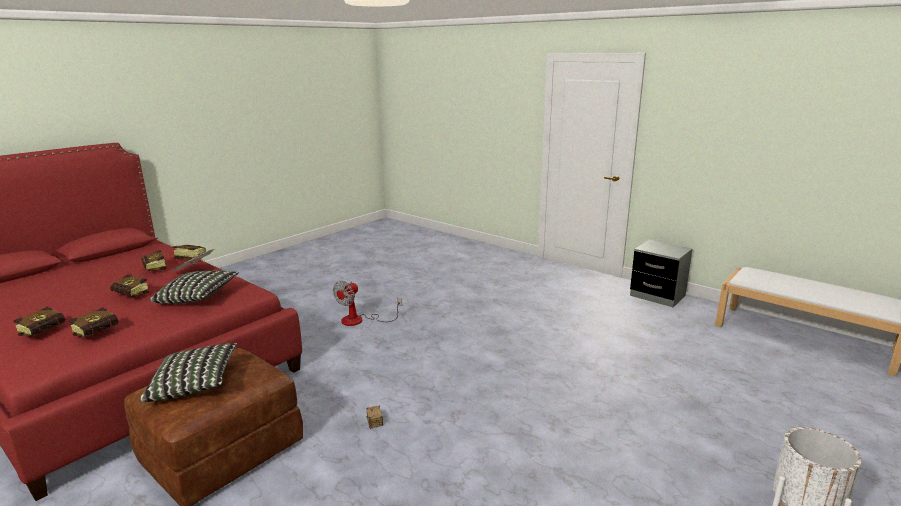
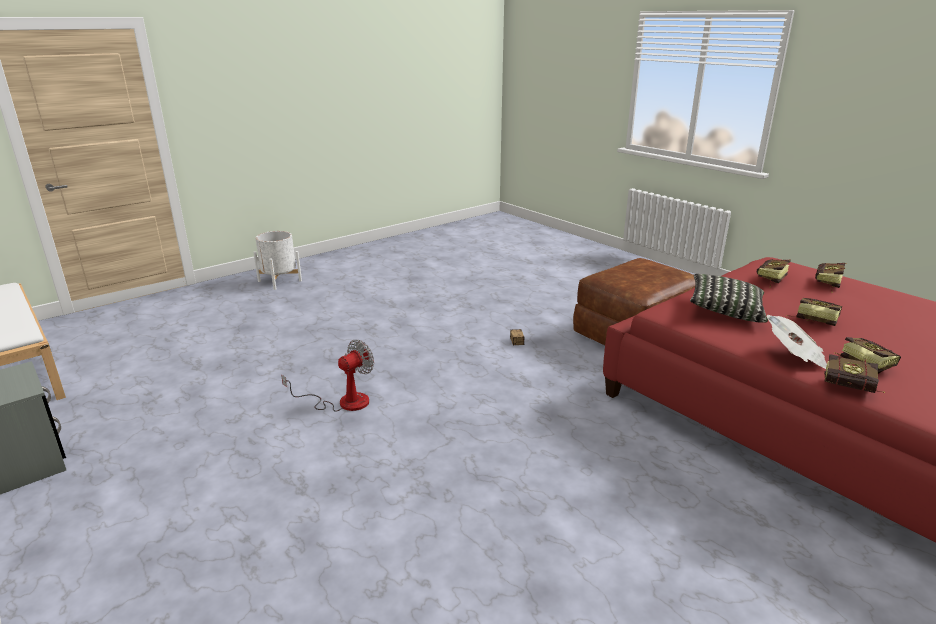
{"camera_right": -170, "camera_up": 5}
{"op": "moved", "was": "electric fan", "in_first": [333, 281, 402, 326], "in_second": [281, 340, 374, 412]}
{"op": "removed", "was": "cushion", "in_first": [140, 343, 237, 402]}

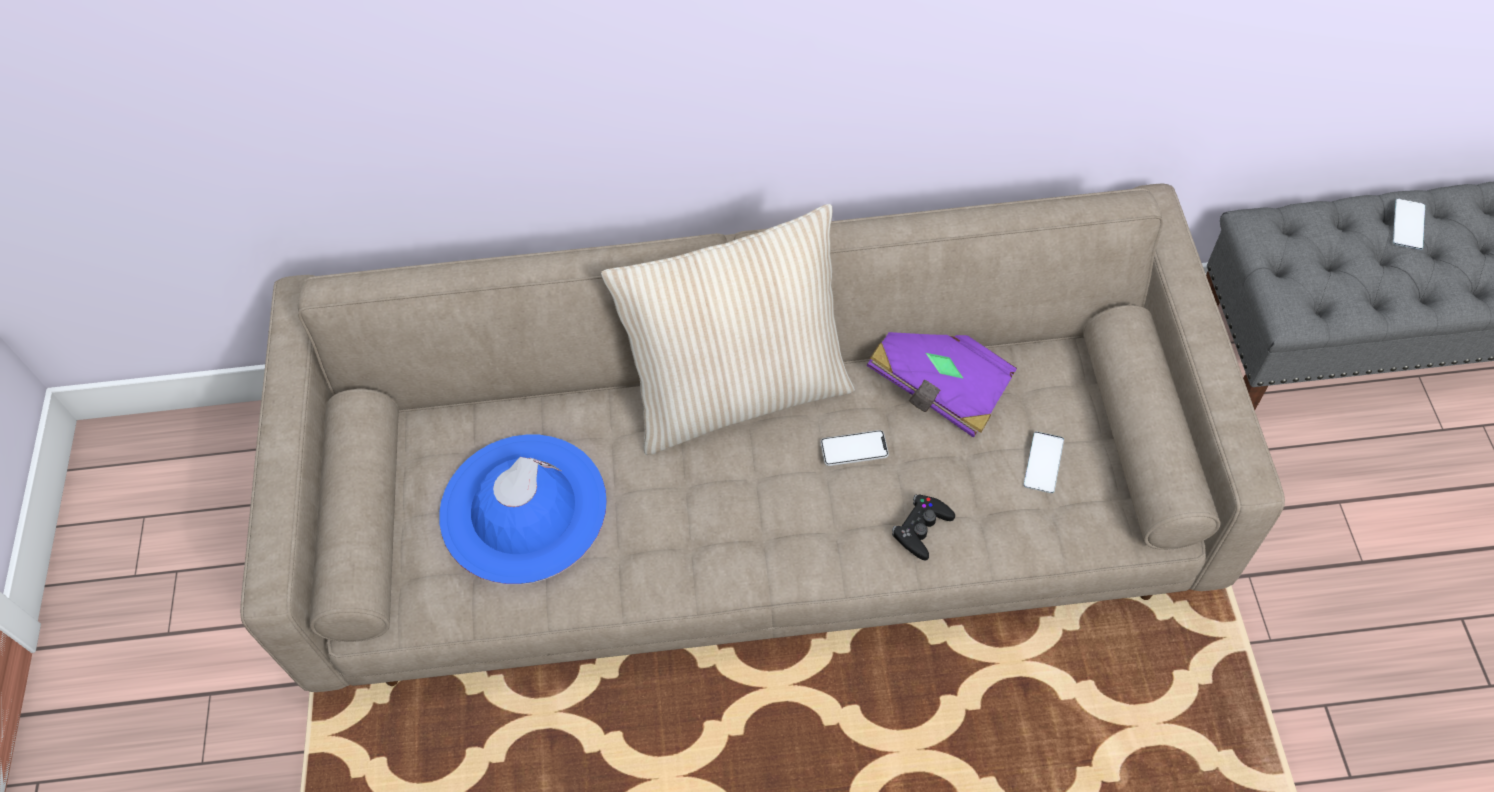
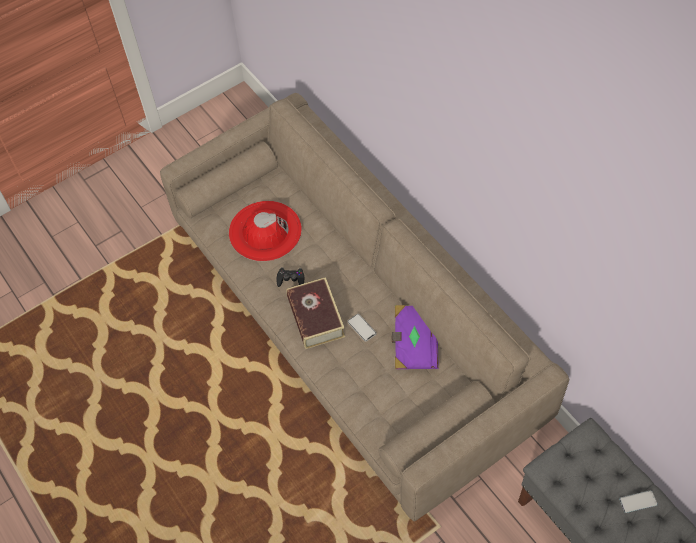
{"camera_right": 60, "camera_up": 0}
{"op": "removed", "was": "beige-coloured cushion", "in_first": [601, 204, 855, 455]}
{"op": "removed", "was": "telephone", "in_first": [1024, 432, 1064, 493]}
{"op": "recoloured", "was": "blue-coloured hat", "now": "red hat", "in_first": [439, 435, 607, 585], "in_second": [229, 201, 302, 261]}
{"op": "moved", "was": "black-coloured game controller", "in_first": [892, 495, 955, 560], "in_second": [277, 267, 304, 287]}
{"op": "added", "now": "book", "in_second": [286, 277, 345, 349]}

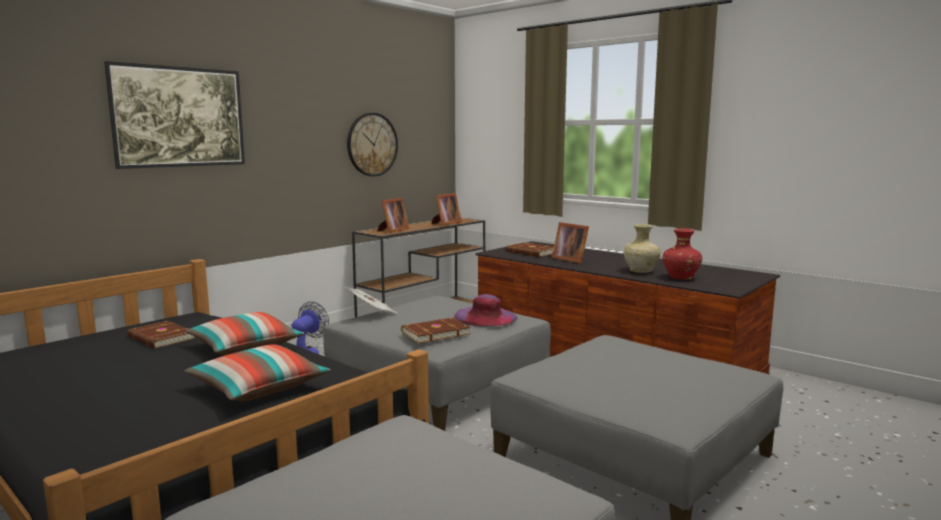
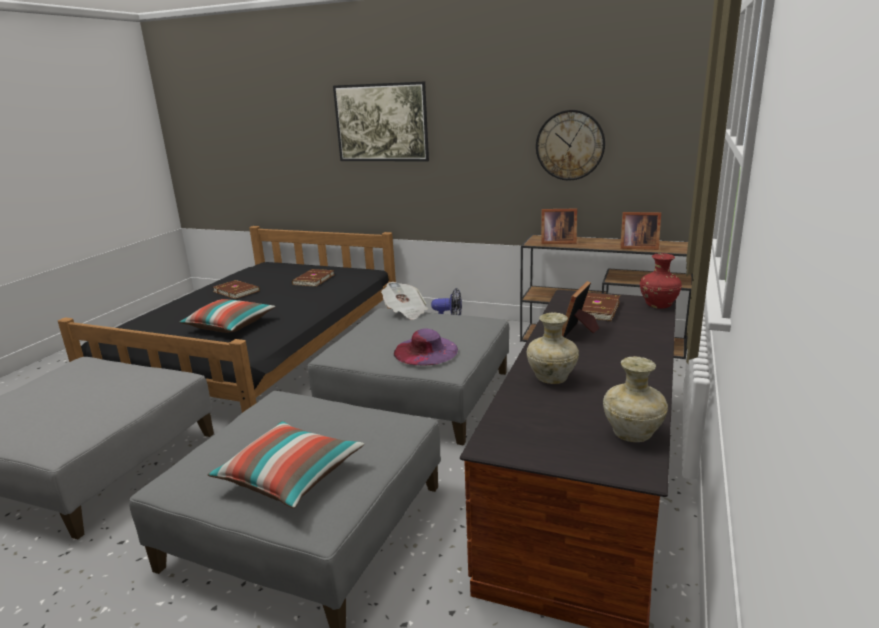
{"camera_right": 70, "camera_up": 10}
{"op": "moved", "was": "red flower vase", "in_first": [663, 228, 702, 280], "in_second": [640, 253, 682, 309]}
{"op": "moved", "was": "cushion", "in_first": [185, 312, 304, 355], "in_second": [207, 421, 364, 508]}
{"op": "moved", "was": "brown-coloured book", "in_first": [401, 318, 471, 343], "in_second": [213, 280, 260, 299]}
{"op": "added", "now": "beige-coloured flower vase", "in_second": [603, 356, 668, 442]}

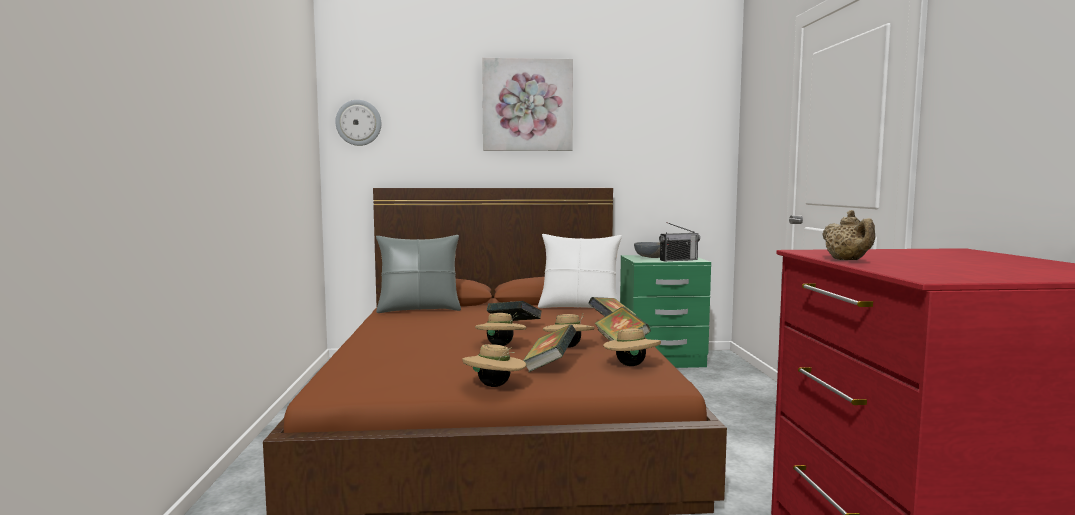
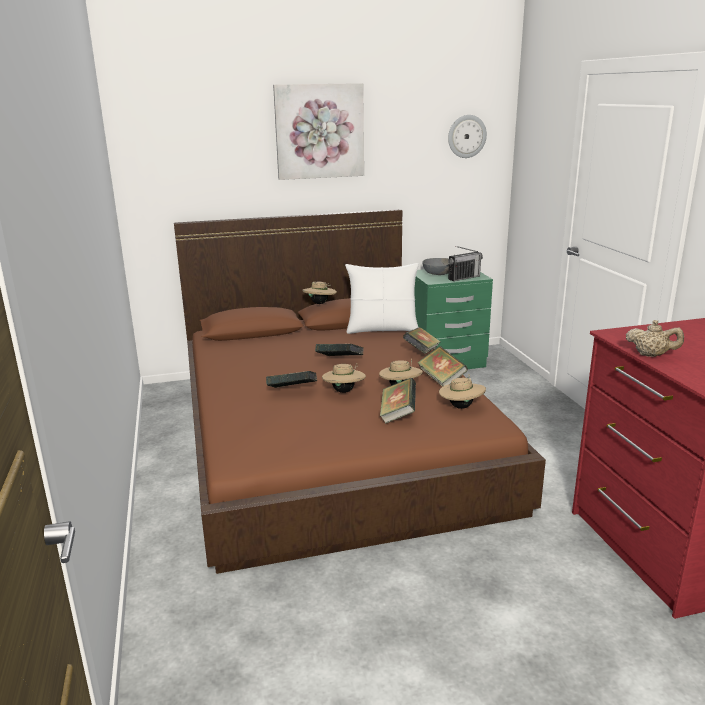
{"camera_right": -10, "camera_up": 15}
{"op": "moved", "was": "wall clock", "in_first": [335, 100, 381, 146], "in_second": [448, 115, 487, 158]}
{"op": "turned", "was": "beige-coloured teapot", "in_first": [822, 210, 875, 260], "in_second": [626, 320, 684, 357], "clockwise": -45}
{"op": "removed", "was": "gray cushion", "in_first": [376, 235, 461, 313]}
{"op": "moved", "was": "beige-coloured hat", "in_first": [462, 344, 526, 387], "in_second": [302, 282, 337, 304]}
{"op": "added", "now": "book", "in_second": [266, 371, 317, 388]}

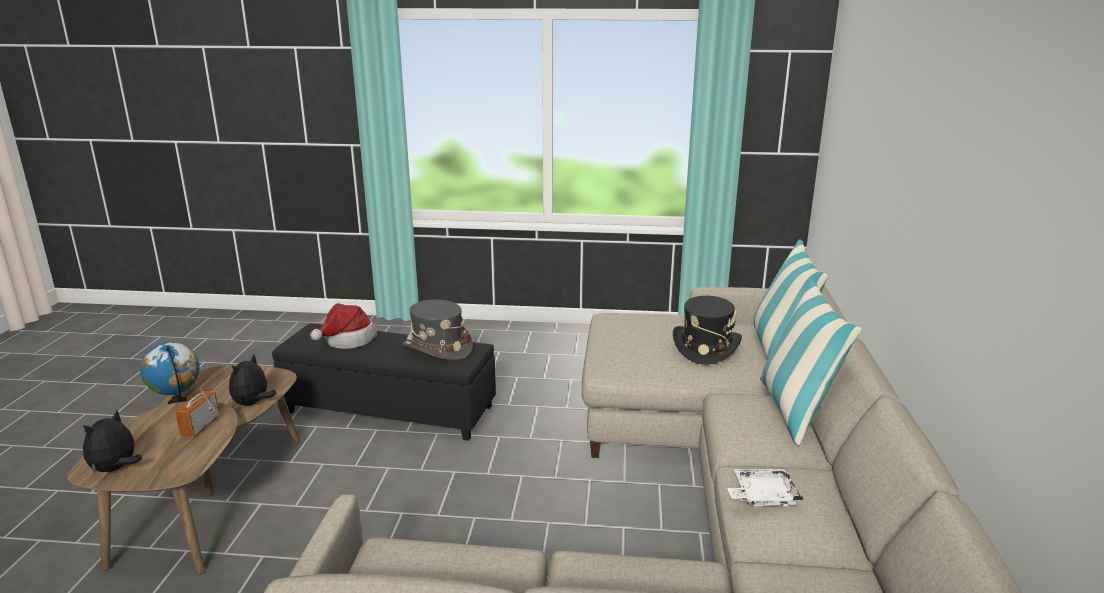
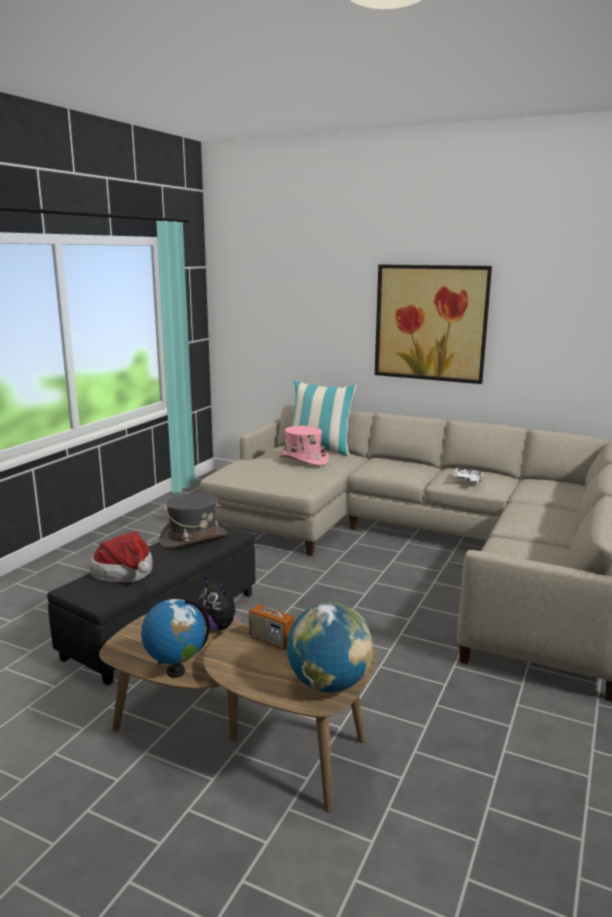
{"camera_right": -70, "camera_up": -5}
{"op": "removed", "was": "cushion", "in_first": [760, 280, 862, 445]}
{"op": "recoloured", "was": "black-coloured hat", "now": "pink hat", "in_first": [673, 296, 742, 364], "in_second": [278, 426, 329, 466]}
{"op": "replaced", "was": "plush toy", "now": "world globe", "in_first": [83, 410, 142, 474], "in_second": [287, 603, 373, 692]}
{"op": "added", "now": "picture", "in_second": [375, 264, 492, 384]}

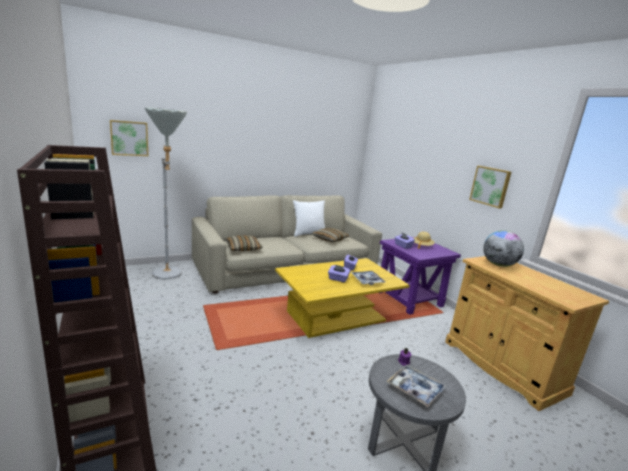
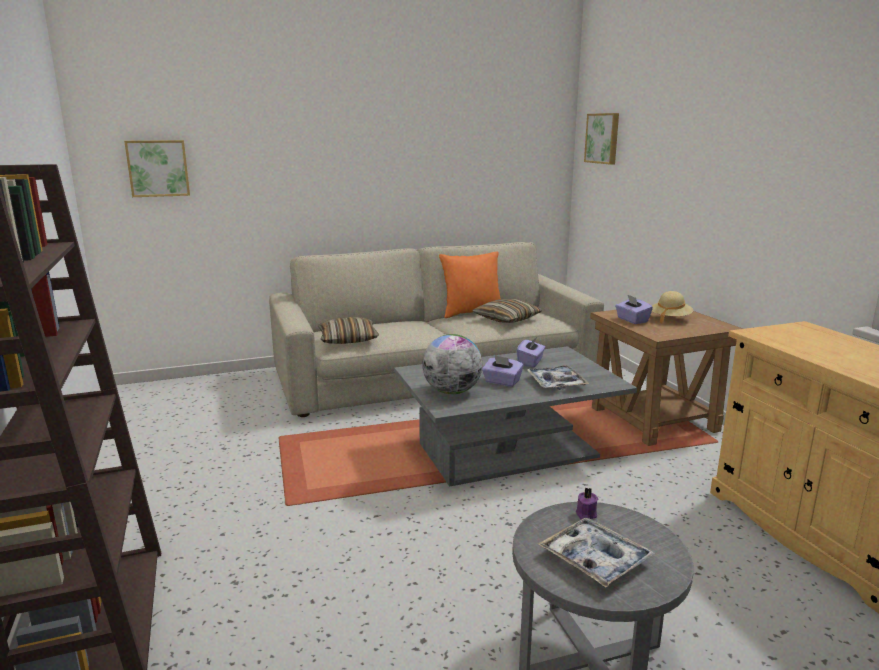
{"camera_right": 10, "camera_up": 0}
{"op": "removed", "was": "gray standing lamp", "in_first": [144, 107, 187, 279]}
{"op": "moved", "was": "picture", "in_first": [469, 166, 511, 208], "in_second": [584, 113, 619, 165]}
{"op": "recoloured", "was": "white-coloured cushion", "now": "orangey cushion", "in_first": [293, 200, 325, 237], "in_second": [439, 251, 501, 318]}
{"op": "moved", "was": "world globe", "in_first": [483, 231, 524, 267], "in_second": [422, 334, 482, 394]}
{"op": "recoloured", "was": "purplish accent table", "now": "brown-coloured accent table", "in_first": [380, 237, 461, 315], "in_second": [590, 305, 743, 446]}
{"op": "recoloured", "was": "yellowish low table", "now": "gray low table", "in_first": [275, 258, 410, 338], "in_second": [394, 346, 637, 487]}

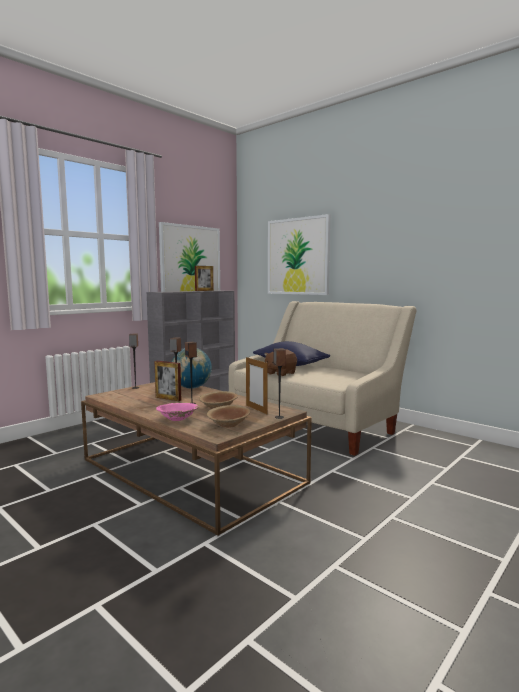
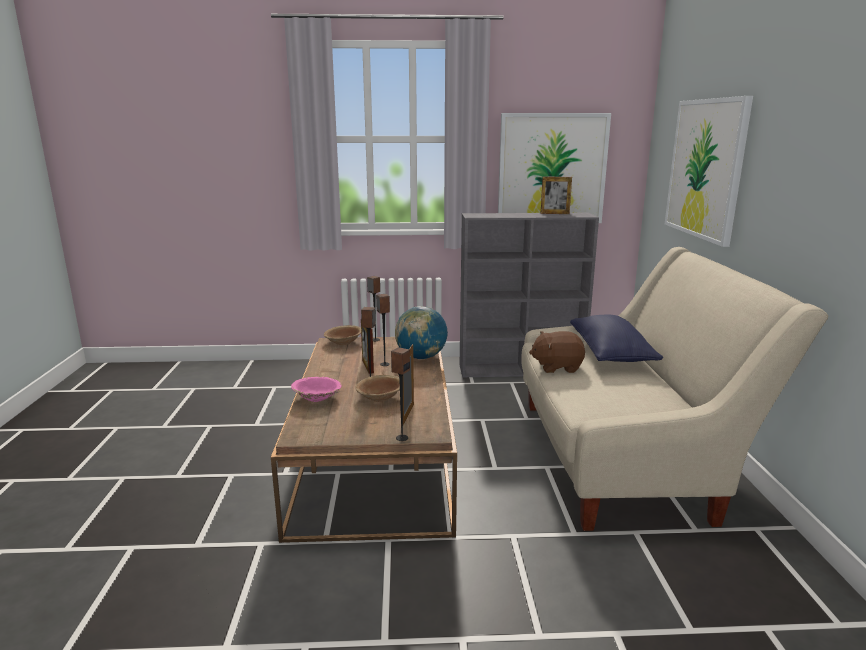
{"camera_right": 45, "camera_up": 10}
{"op": "moved", "was": "brown-coloured bowl", "in_first": [207, 405, 251, 428], "in_second": [324, 325, 361, 345]}

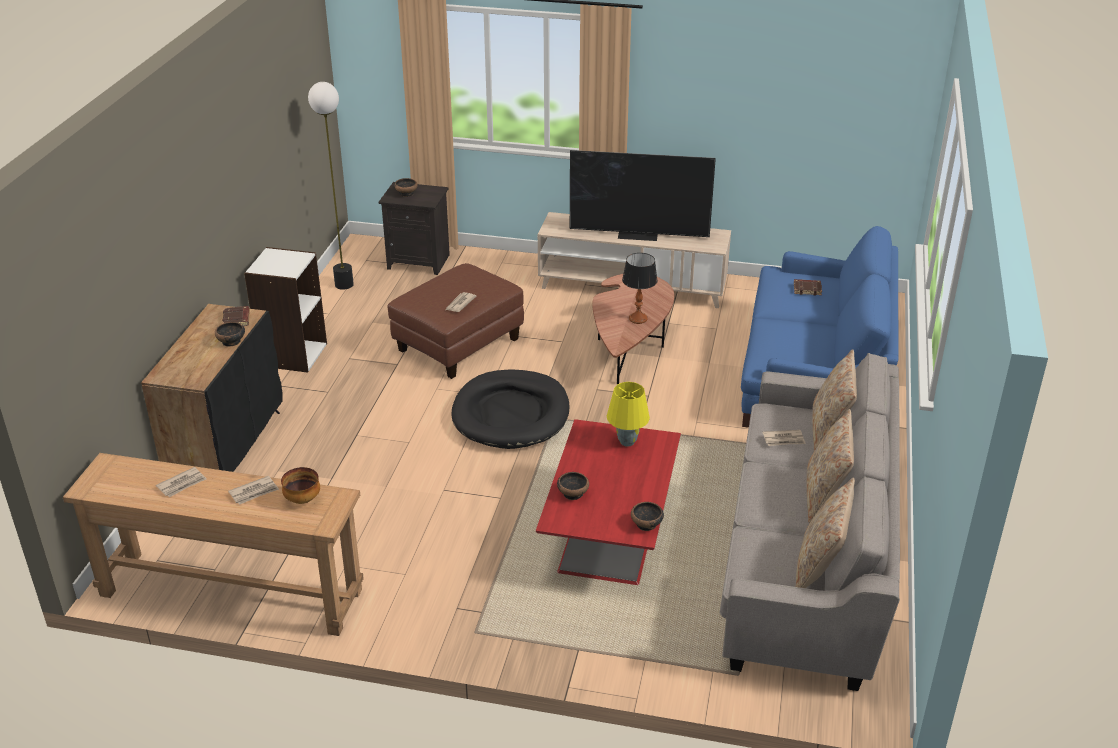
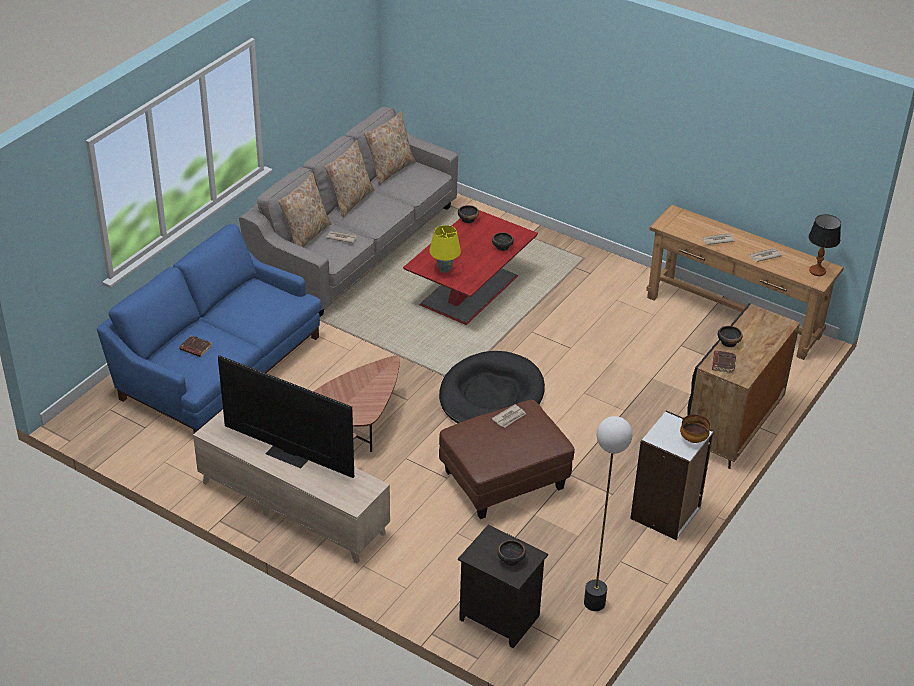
{"camera_right": -160, "camera_up": 5}
{"op": "moved", "was": "tabletop lamp", "in_first": [622, 253, 658, 324], "in_second": [809, 214, 841, 276]}
{"op": "moved", "was": "bowl", "in_first": [281, 467, 320, 504], "in_second": [680, 415, 710, 443]}

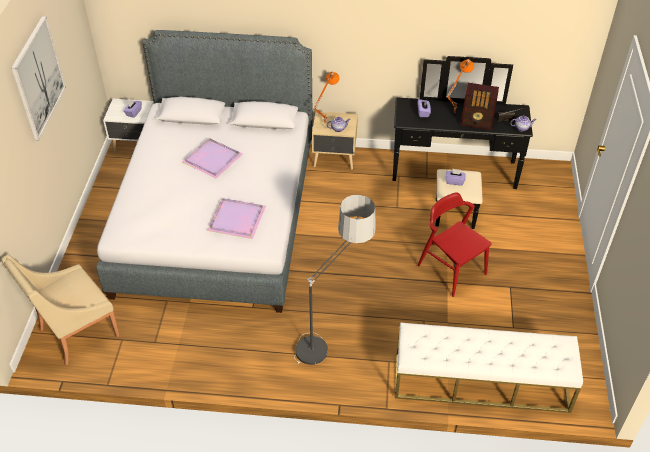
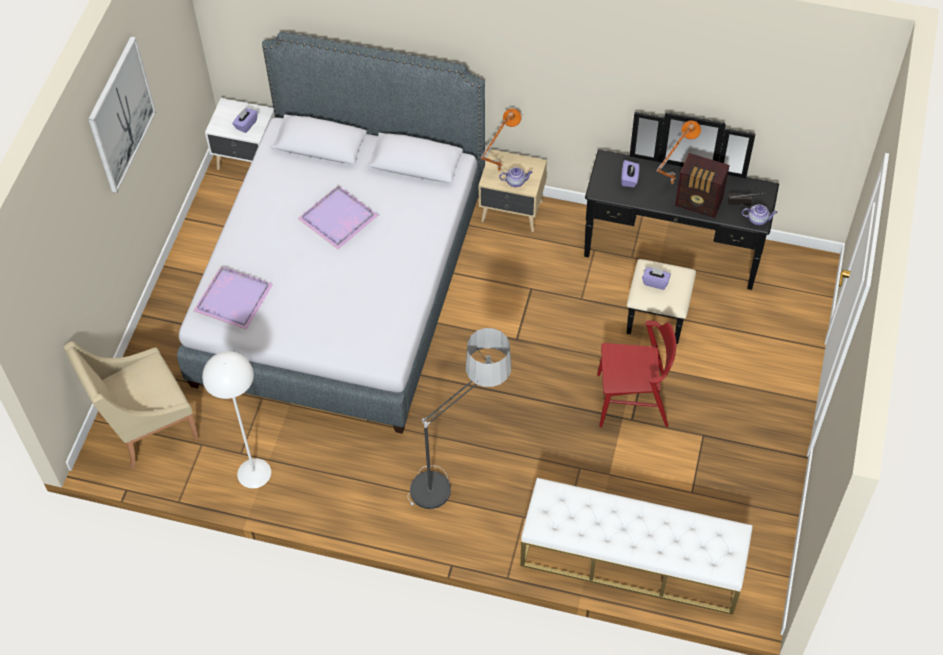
{"camera_right": 10, "camera_up": 10}
{"op": "turned", "was": "red chair", "in_first": [417, 192, 492, 297], "in_second": [597, 321, 676, 427], "clockwise": 120}
{"op": "moved", "was": "purplish carrying tray", "in_first": [207, 198, 266, 239], "in_second": [193, 266, 273, 330]}
{"op": "added", "now": "white-coloured standing lamp", "in_second": [202, 351, 271, 488]}

